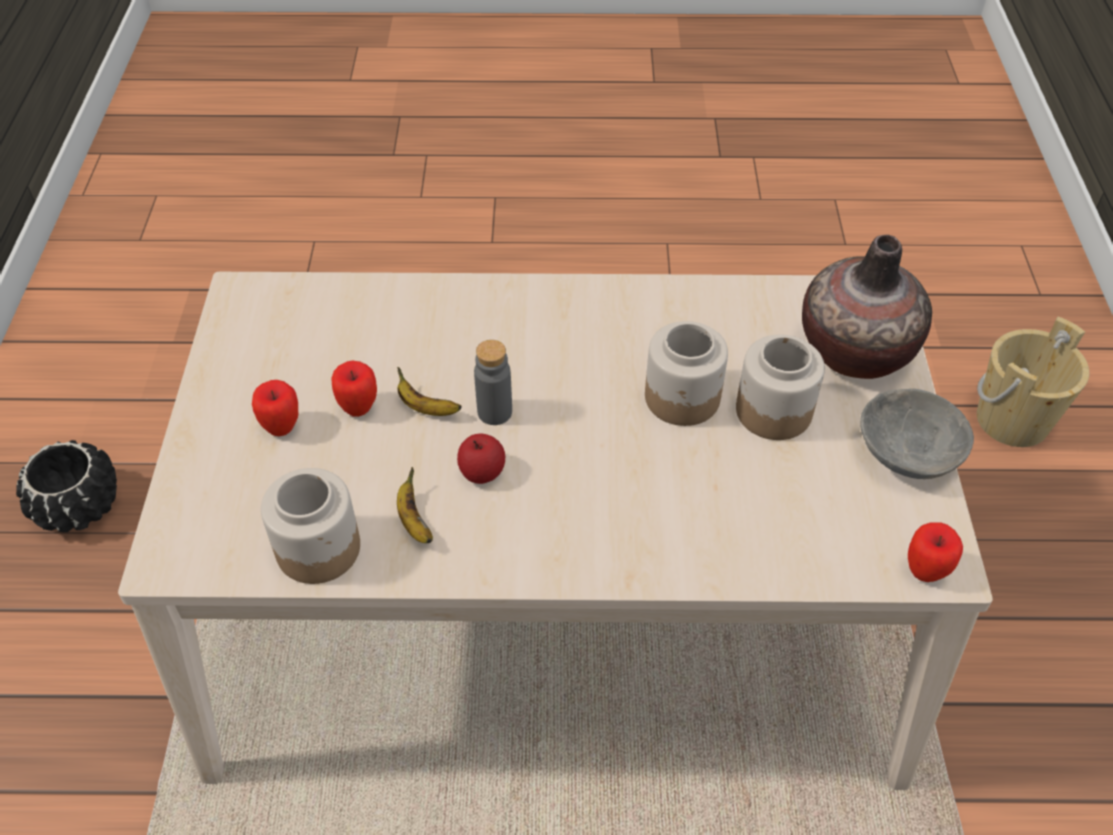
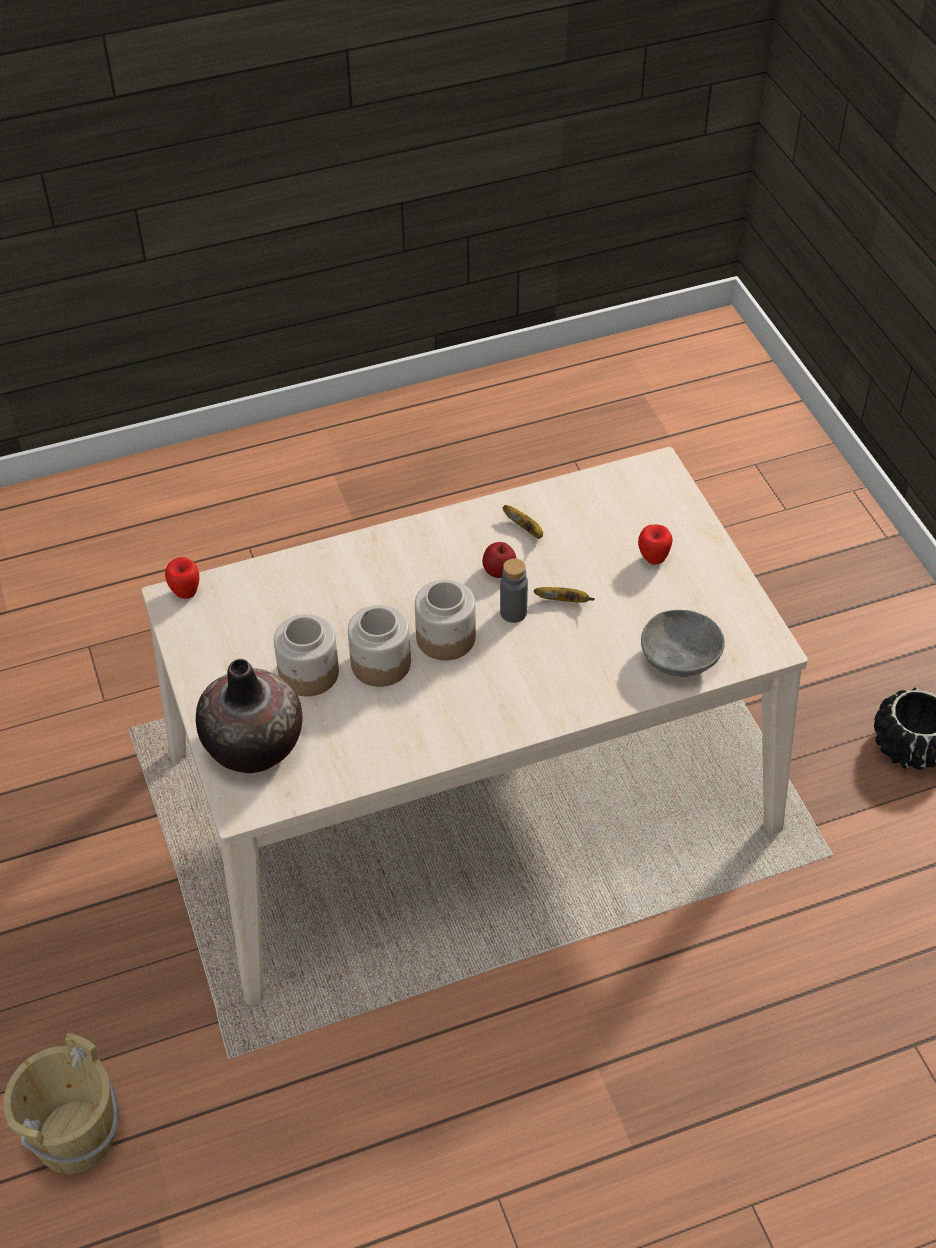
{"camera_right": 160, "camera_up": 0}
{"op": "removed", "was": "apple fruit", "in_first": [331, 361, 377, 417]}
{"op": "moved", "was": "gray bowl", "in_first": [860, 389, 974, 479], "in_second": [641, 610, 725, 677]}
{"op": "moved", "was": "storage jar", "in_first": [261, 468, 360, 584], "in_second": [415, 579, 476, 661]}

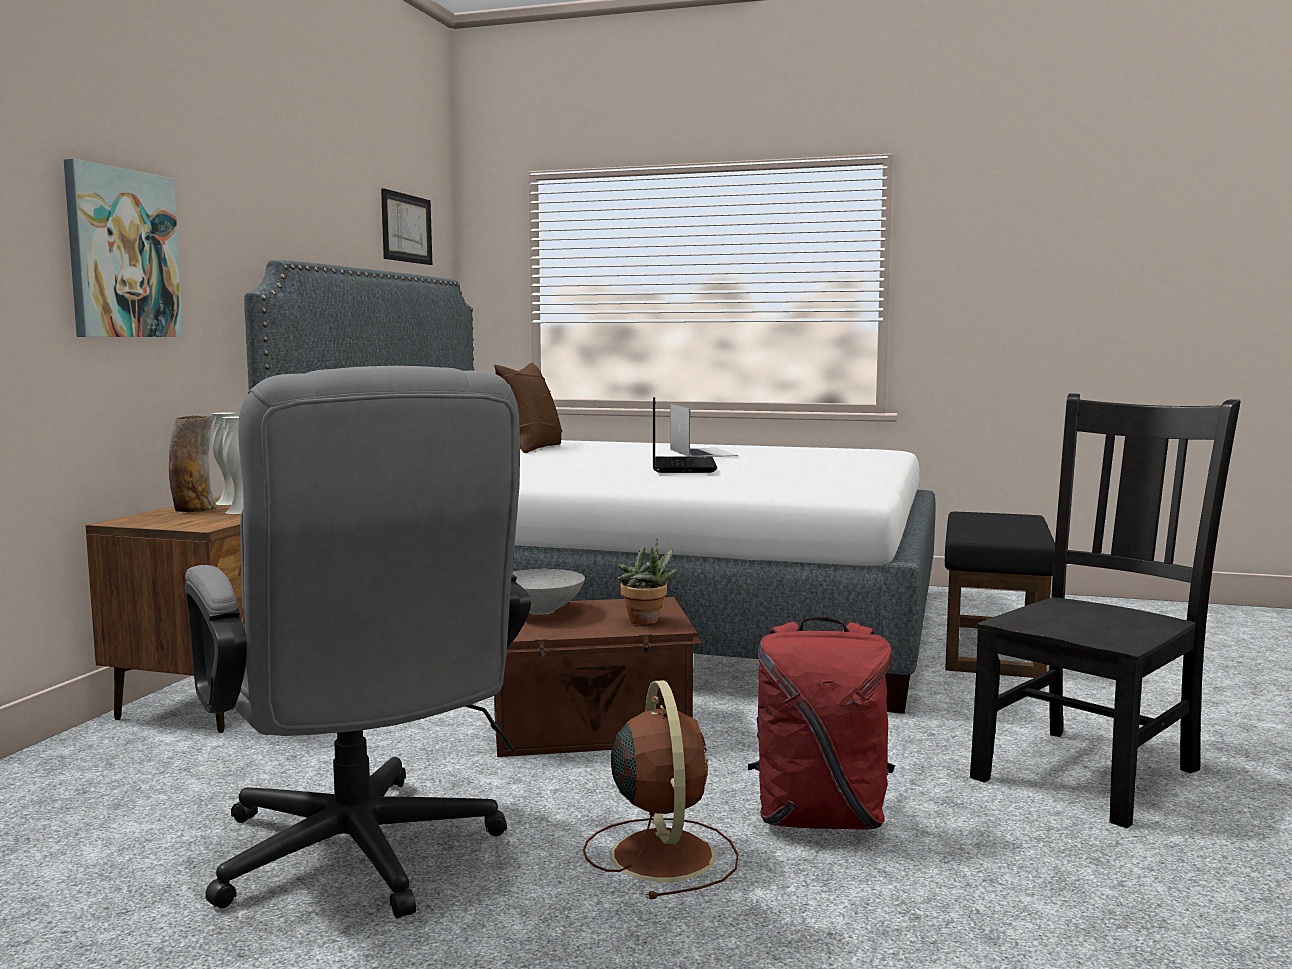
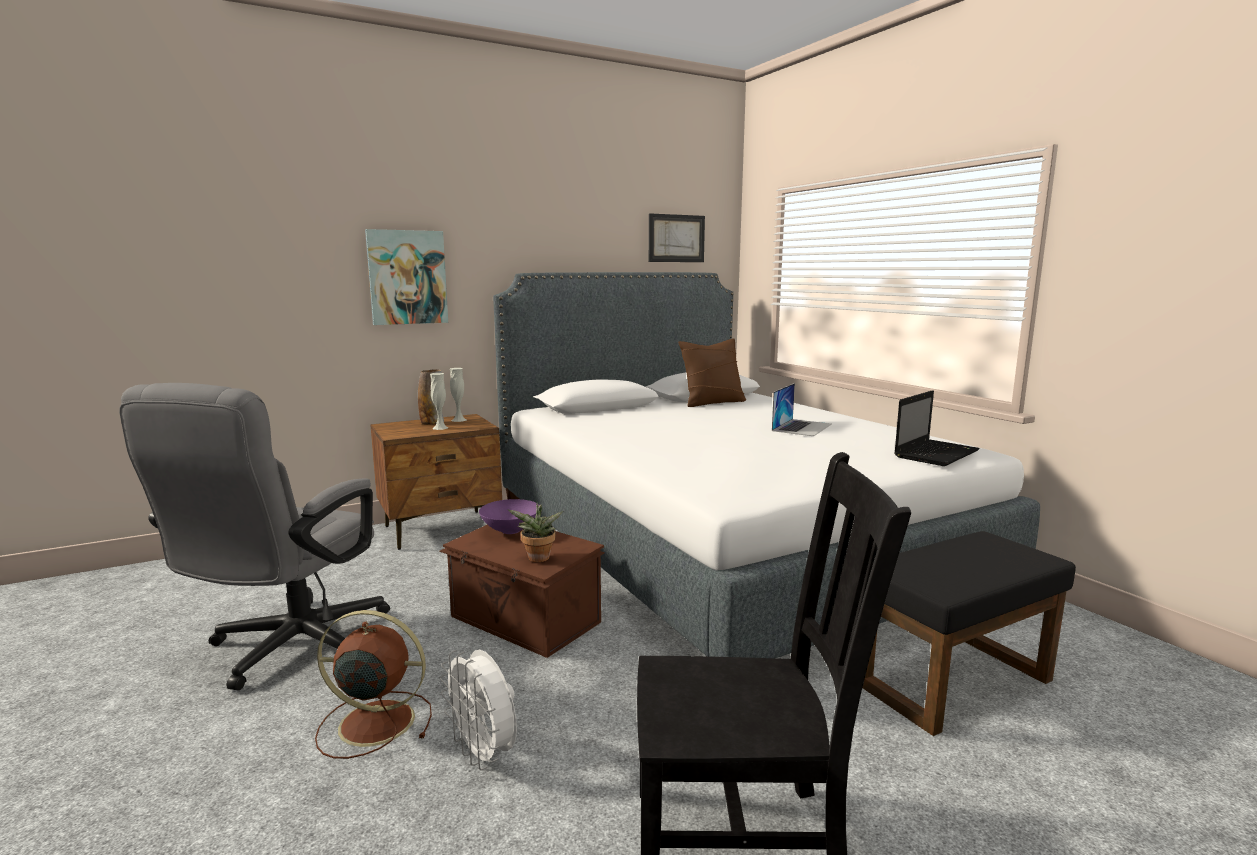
{"camera_right": 45, "camera_up": 5}
{"op": "moved", "was": "laptop", "in_first": [653, 397, 717, 473], "in_second": [894, 390, 980, 466]}
{"op": "recoloured", "was": "gray bowl", "now": "purplish bowl", "in_first": [513, 569, 585, 615], "in_second": [479, 499, 540, 534]}
{"op": "replaced", "was": "red knapsack", "now": "white-coloured electric fan", "in_first": [748, 617, 895, 830], "in_second": [440, 649, 517, 770]}
{"op": "turned", "was": "brown-coloured electric fan", "in_first": [583, 680, 738, 899], "in_second": [315, 610, 432, 759], "clockwise": -120}

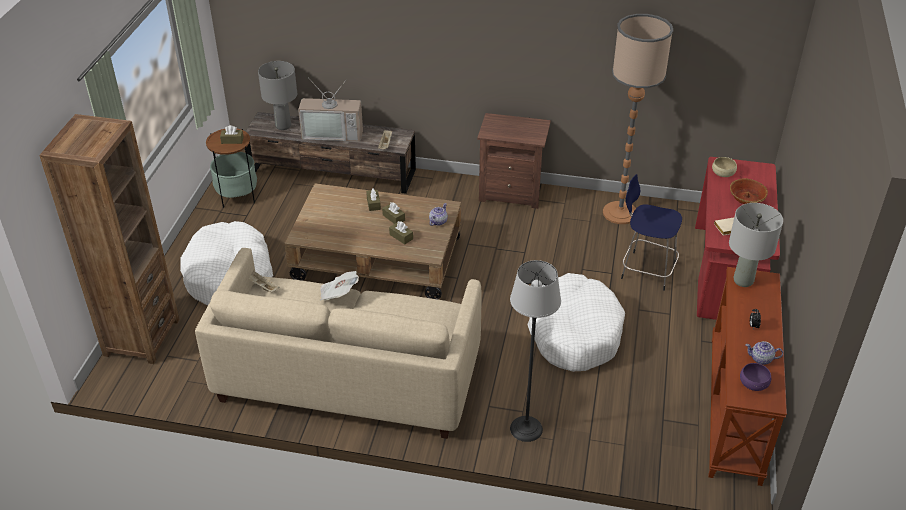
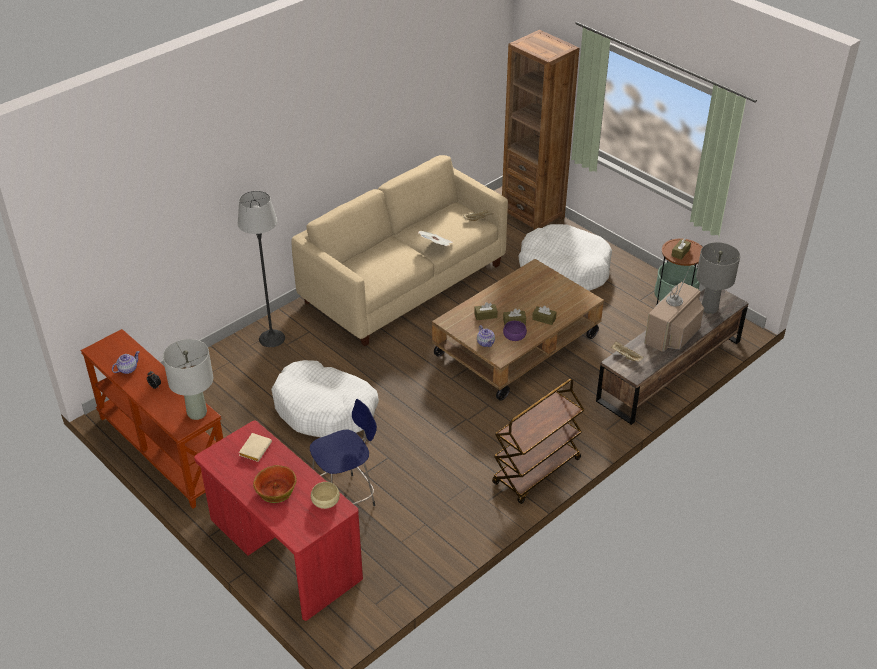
{"camera_right": 125, "camera_up": 0}
{"op": "removed", "was": "standing lamp", "in_first": [603, 14, 673, 224]}
{"op": "replaced", "was": "brown-coloured night table", "now": "brown-coloured trolley", "in_first": [477, 113, 551, 209], "in_second": [492, 379, 584, 504]}
{"op": "moved", "was": "purplish bowl", "in_first": [740, 363, 771, 391], "in_second": [503, 321, 527, 341]}

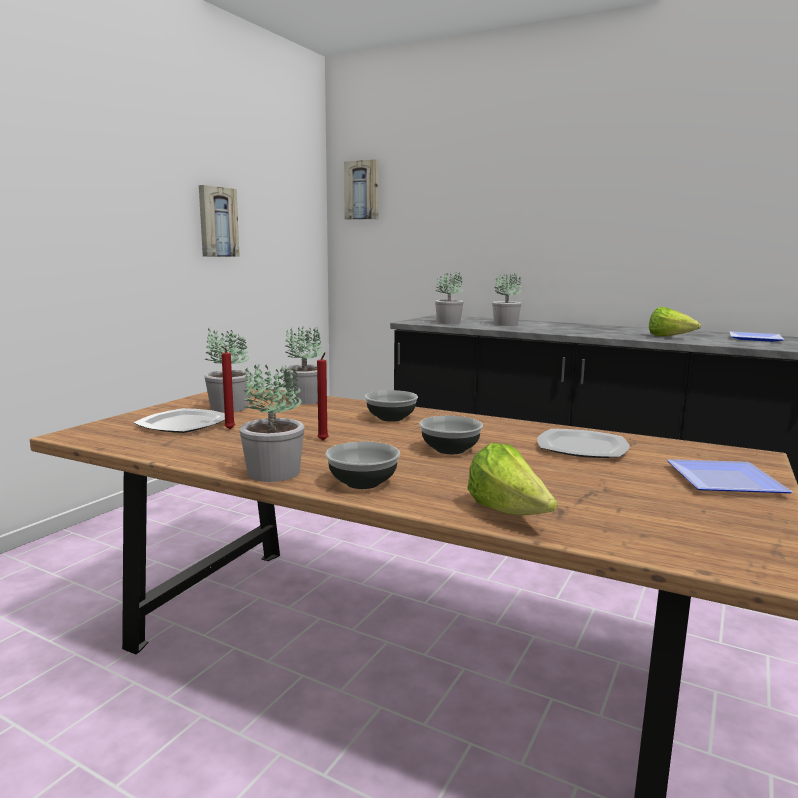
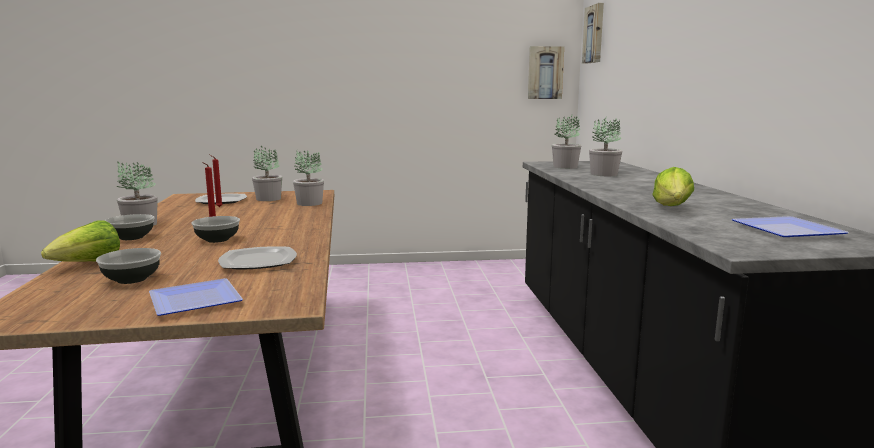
{"camera_right": 55, "camera_up": 0}
{"op": "moved", "was": "picture", "in_first": [199, 185, 240, 257], "in_second": [528, 46, 564, 99]}
{"op": "moved", "was": "bowl", "in_first": [365, 390, 418, 422], "in_second": [96, 248, 161, 284]}

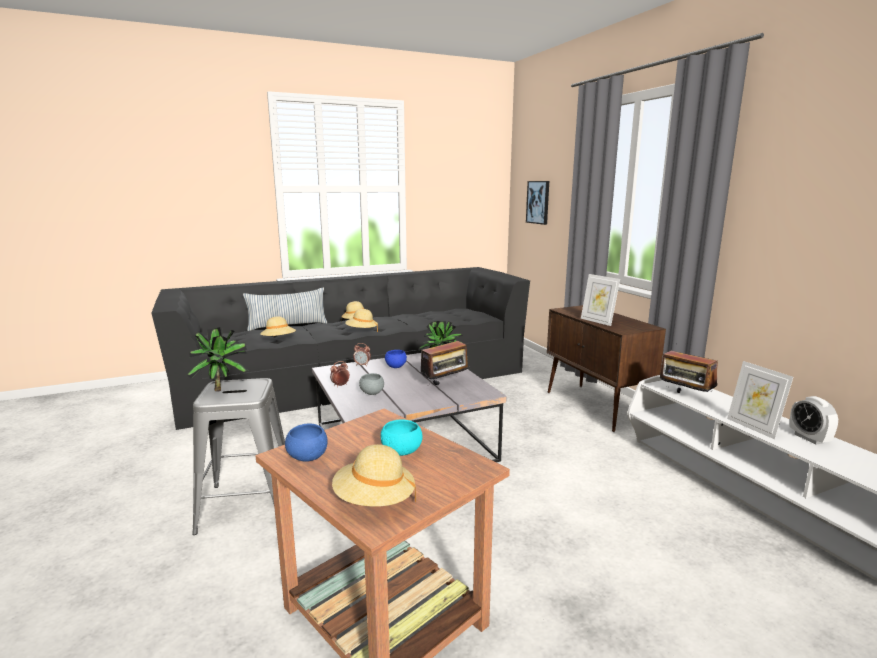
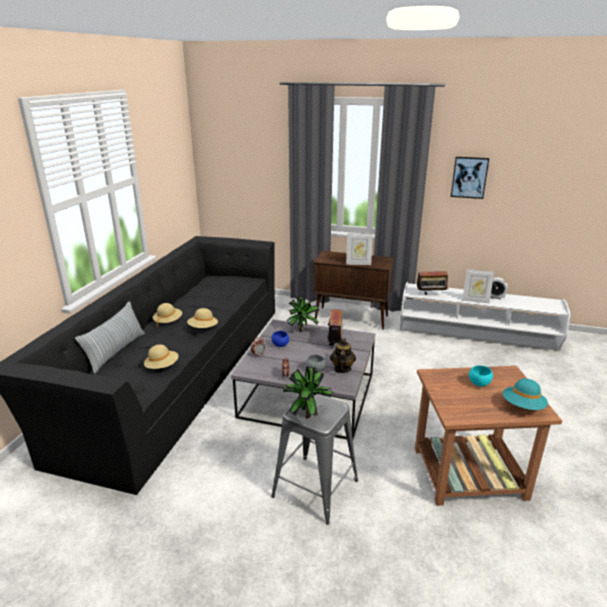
{"camera_right": -50, "camera_up": 10}
{"op": "moved", "was": "picture", "in_first": [526, 181, 549, 225], "in_second": [451, 157, 489, 199]}
{"op": "removed", "was": "blue-coloured bowl", "in_first": [285, 423, 327, 462]}
{"op": "recoloured", "was": "beige-coloured hat", "now": "turquoise hat", "in_first": [332, 444, 416, 507], "in_second": [503, 378, 548, 410]}
{"op": "added", "now": "teapot", "in_second": [330, 339, 356, 373]}

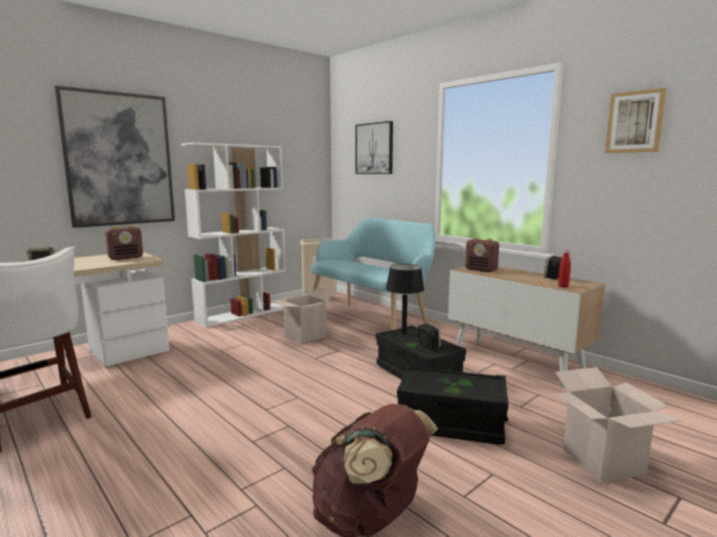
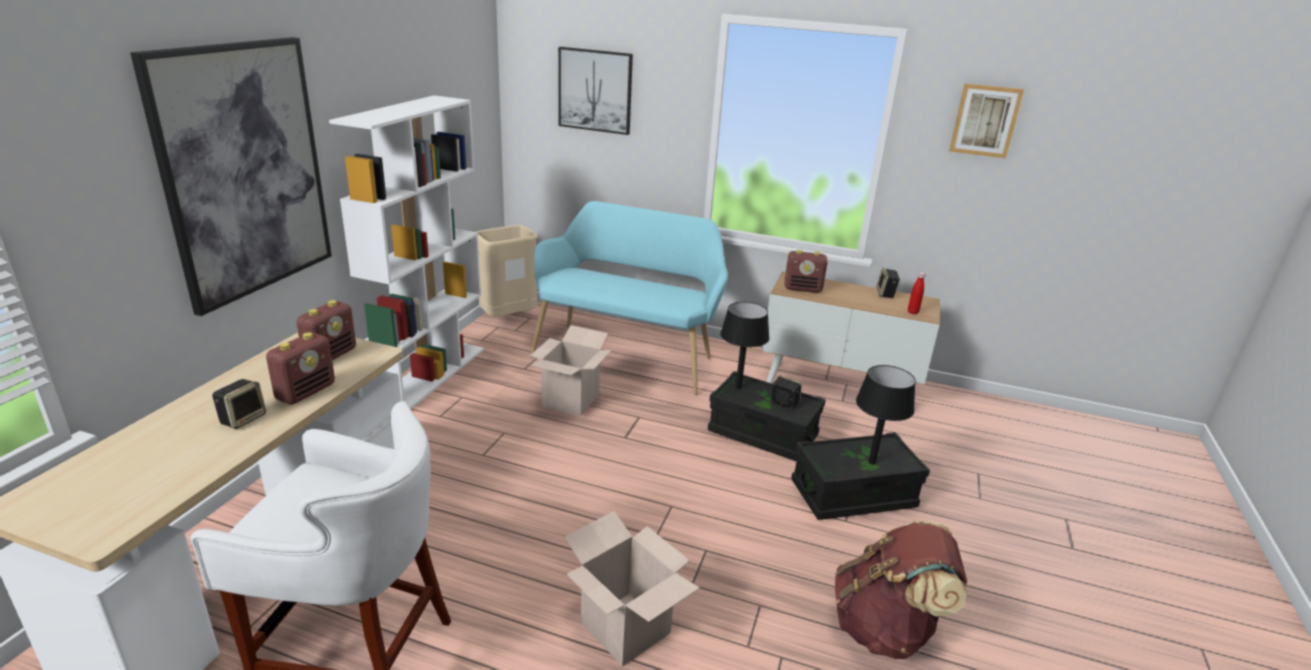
{"camera_right": -30, "camera_up": 15}
{"op": "moved", "was": "cardboard box", "in_first": [555, 367, 681, 482], "in_second": [564, 511, 700, 666]}
{"op": "added", "now": "radio set", "in_second": [266, 332, 335, 405]}
{"op": "added", "now": "black-coloured tabletop lamp", "in_second": [856, 365, 916, 465]}

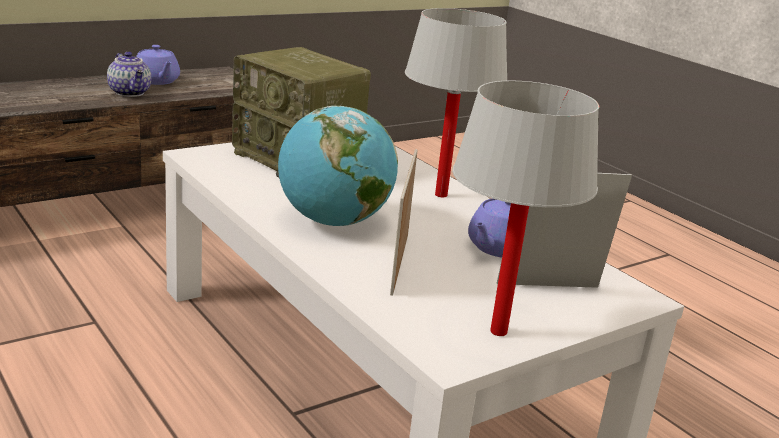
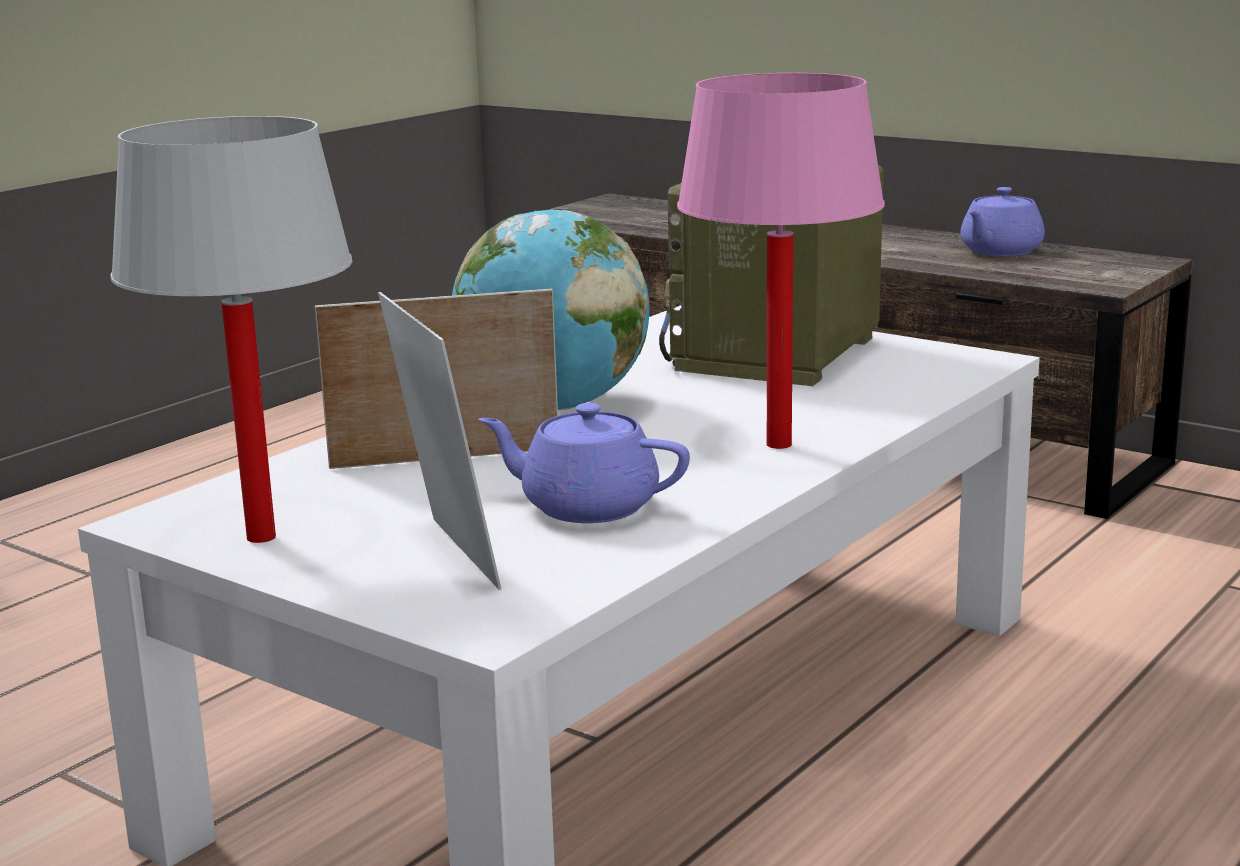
{"camera_right": 75, "camera_up": -5}
{"op": "recoloured", "was": "white-coloured tabletop lamp", "now": "pink tabletop lamp", "in_first": [405, 8, 507, 197], "in_second": [677, 73, 885, 449]}
{"op": "removed", "was": "teapot", "in_first": [107, 52, 151, 97]}

